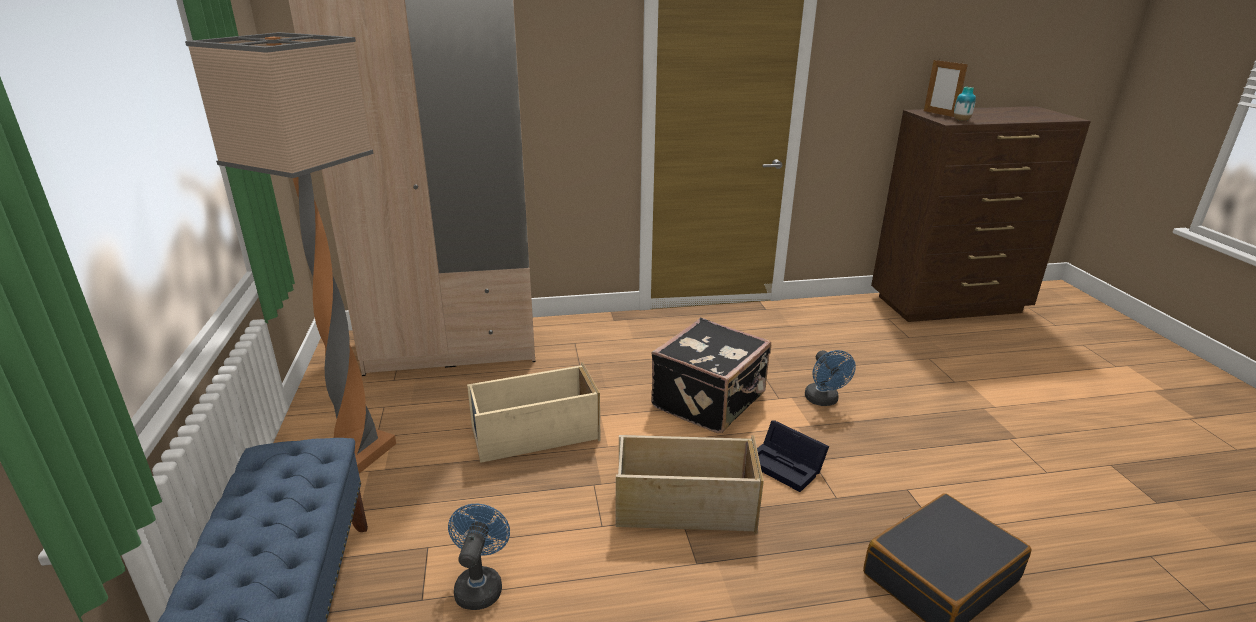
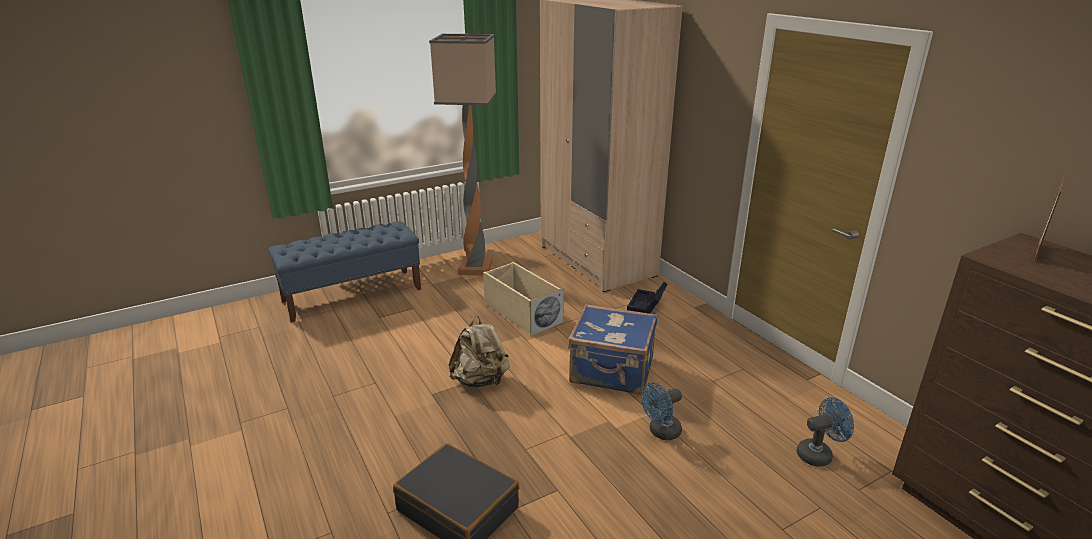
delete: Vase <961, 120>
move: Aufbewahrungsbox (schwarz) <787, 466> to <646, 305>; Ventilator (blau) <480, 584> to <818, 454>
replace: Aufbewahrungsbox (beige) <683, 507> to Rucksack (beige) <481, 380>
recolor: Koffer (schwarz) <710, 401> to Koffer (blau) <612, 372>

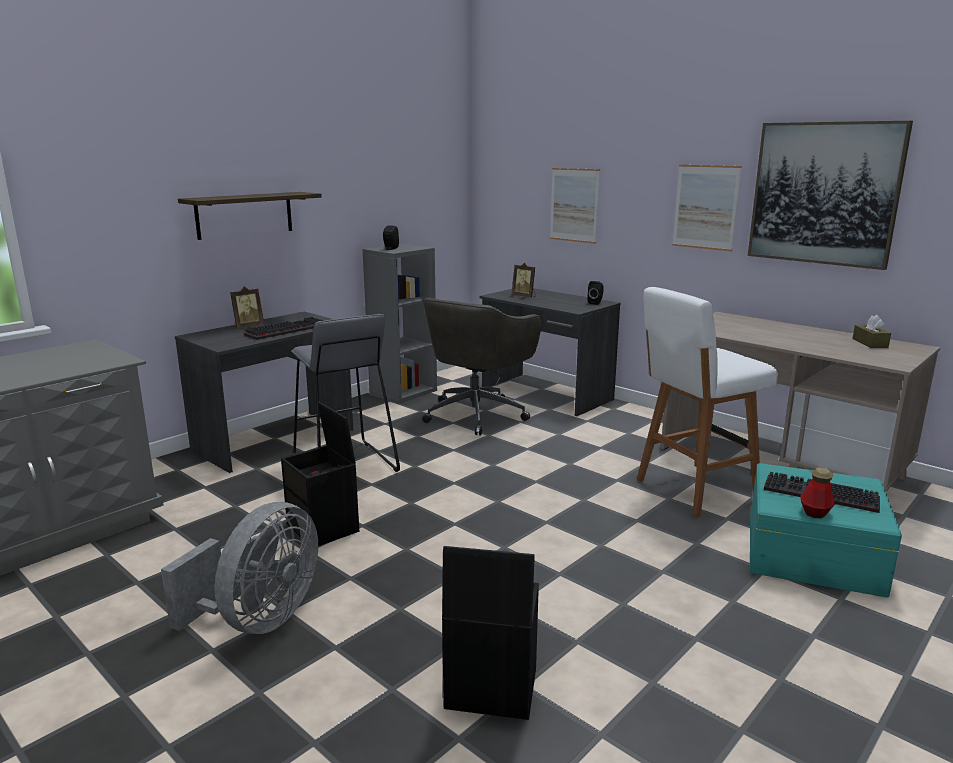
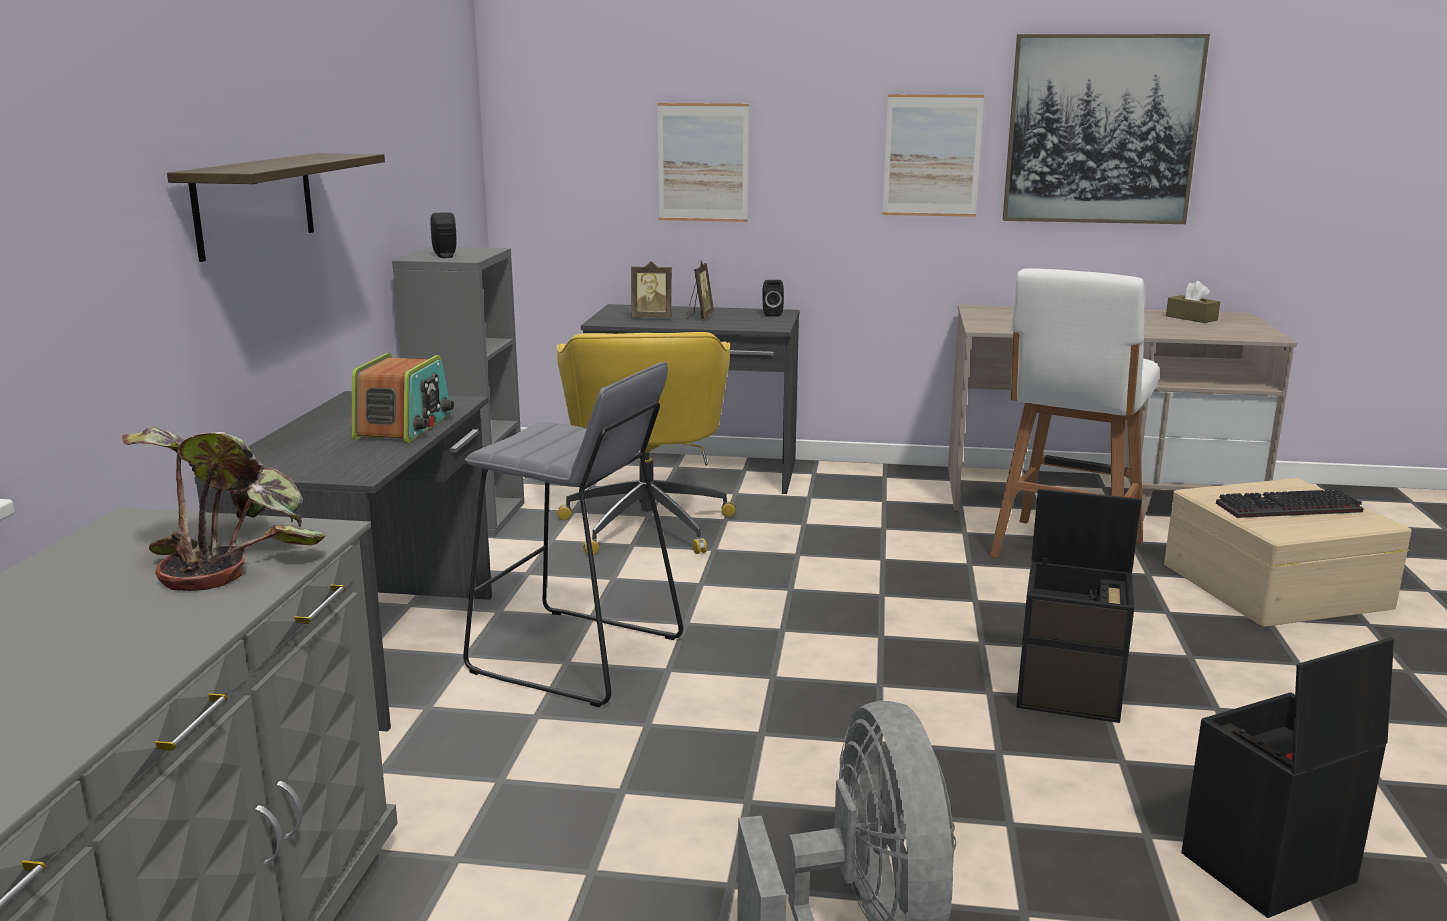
delete: Flasche <815, 513>
insert: Topfpflanze <230, 554>
move: Bilderrahmen <247, 326> to <699, 317>; Aufbewahrungsbox (schwarz) <324, 528> to <1071, 694>
replace: Tastatur <286, 330> to Radio <404, 426>
recolor: Bürostuhl (grau) <477, 414> to Bürostuhl (gelb) <647, 523>; Aufbewahrungsbox (türkis) <811, 552> to Aufbewahrungsbox (beige) <1273, 585>

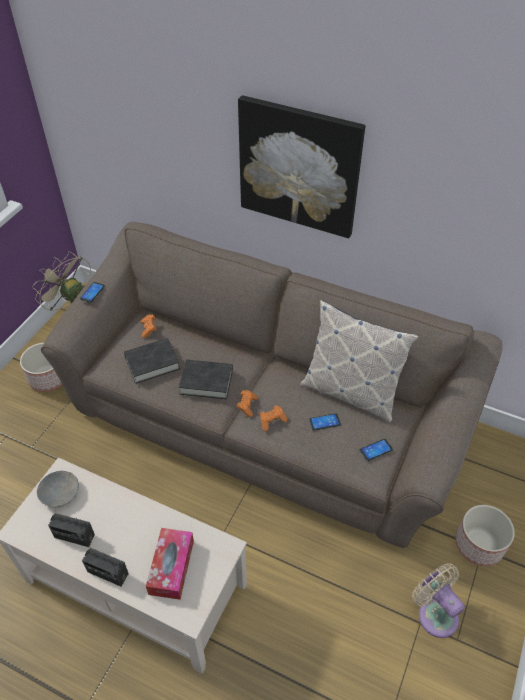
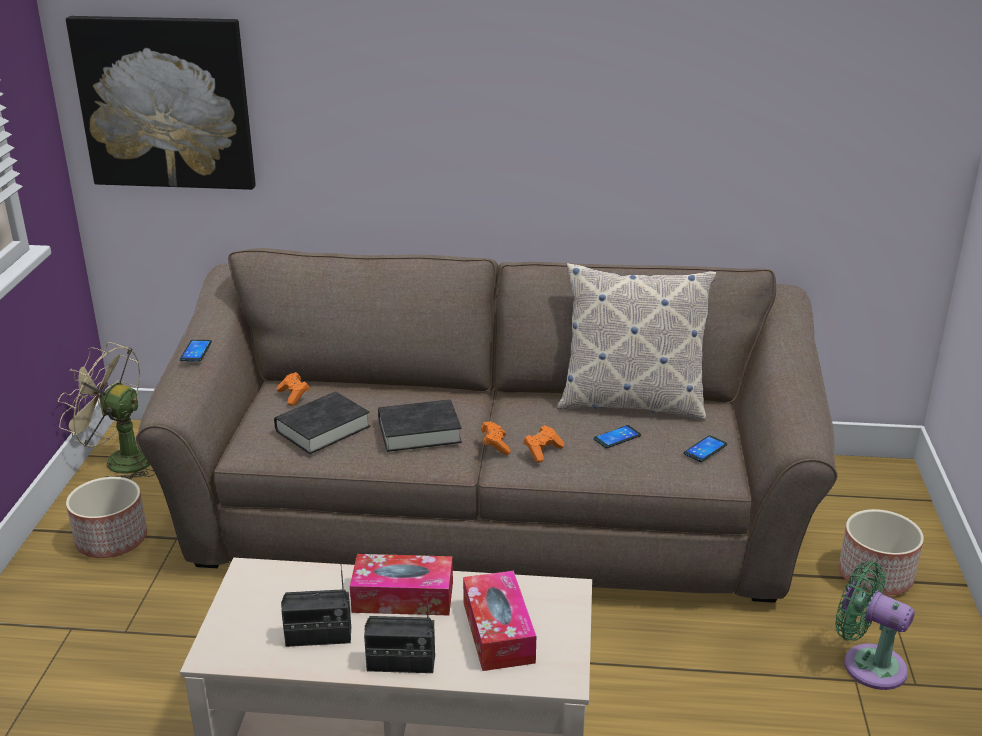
delete: Schüssel (grau) <60, 493>
insert: Taschentuchbox <403, 597>
move: Bild <299, 167> to <166, 103>
recolor: Ventilator (beige) <435, 613> to Ventilator (grün) <868, 664>

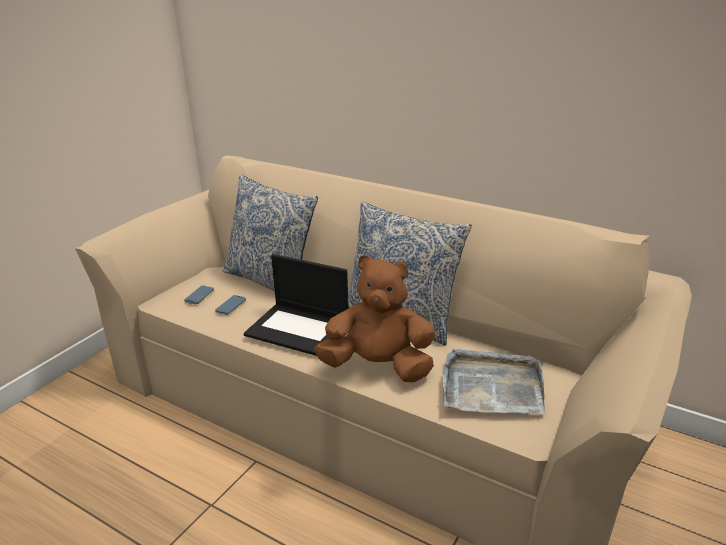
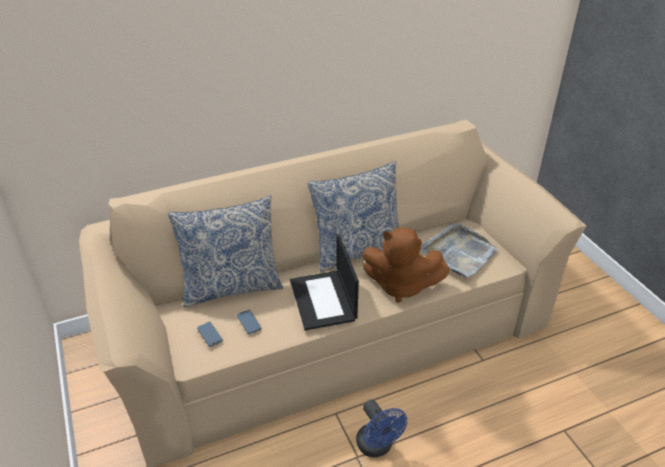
insert: Ventilator (blau) <377, 447>
rotate: Laptop <299, 329> = <324, 300> 105 degrees clockwise; Plüschtier (braun) <378, 367> = <401, 285> 120 degrees counterclockwise

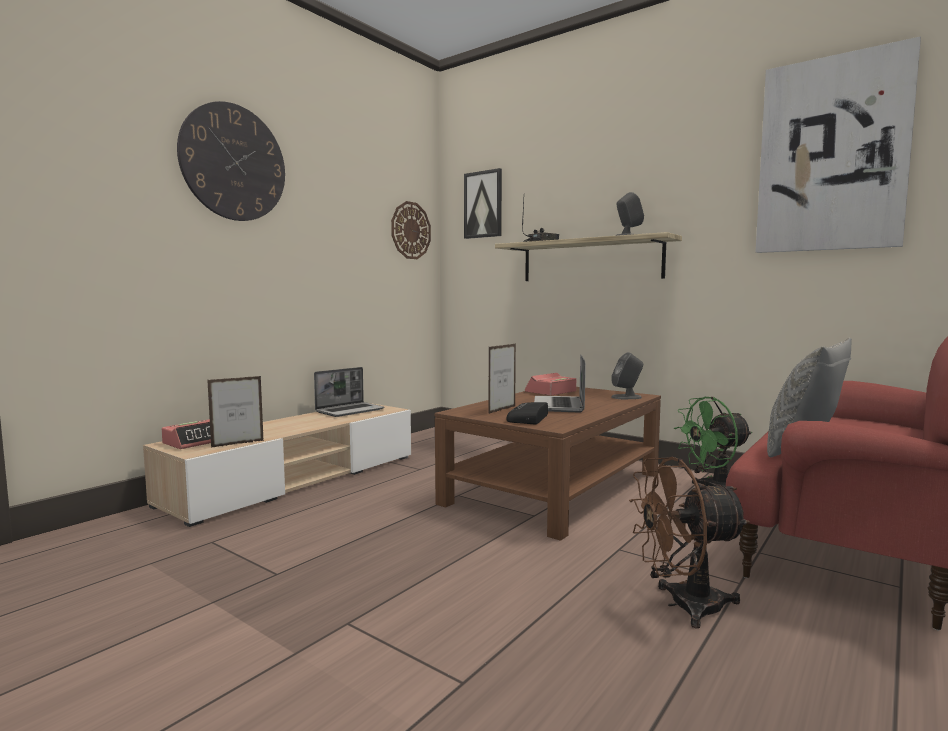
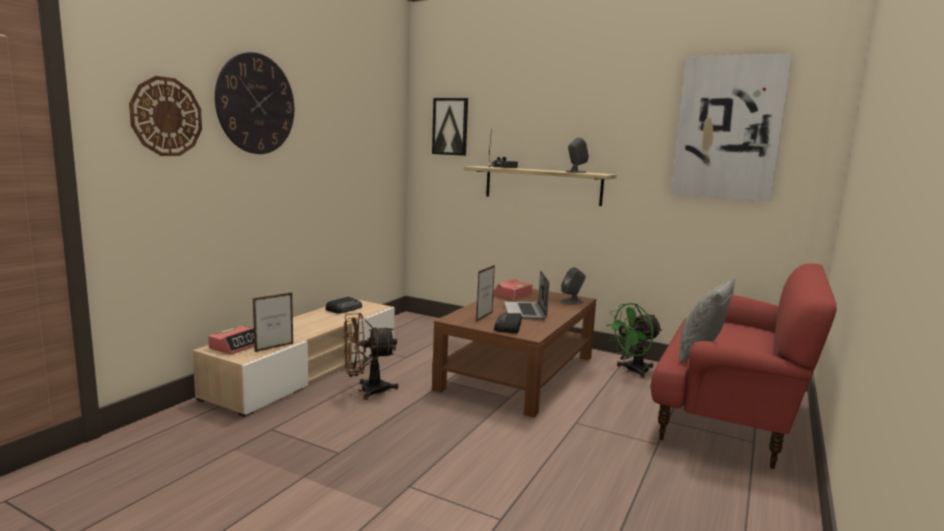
move: Wanduhr <410, 230> to <166, 117>; Ventilator (braun) <683, 605> to <366, 390>
replace: Laptop <350, 410> to Radio <344, 309>

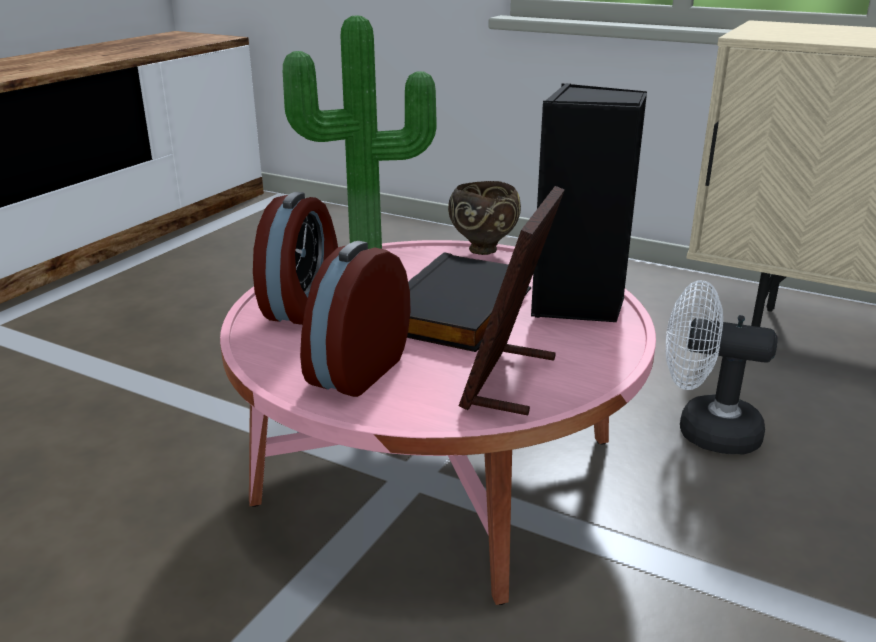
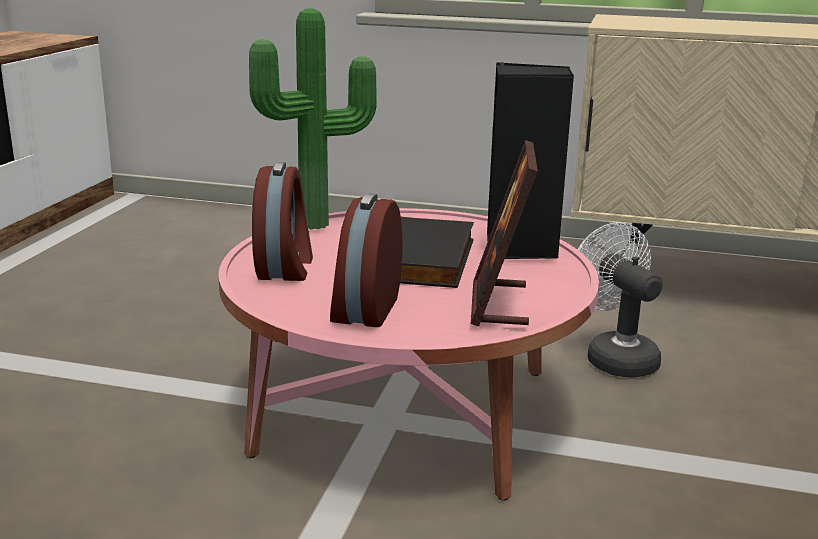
delete: Schüssel (braun) <483, 249>
rotate: Ventilator (weiß) <704, 430> = <614, 357> 60 degrees clockwise

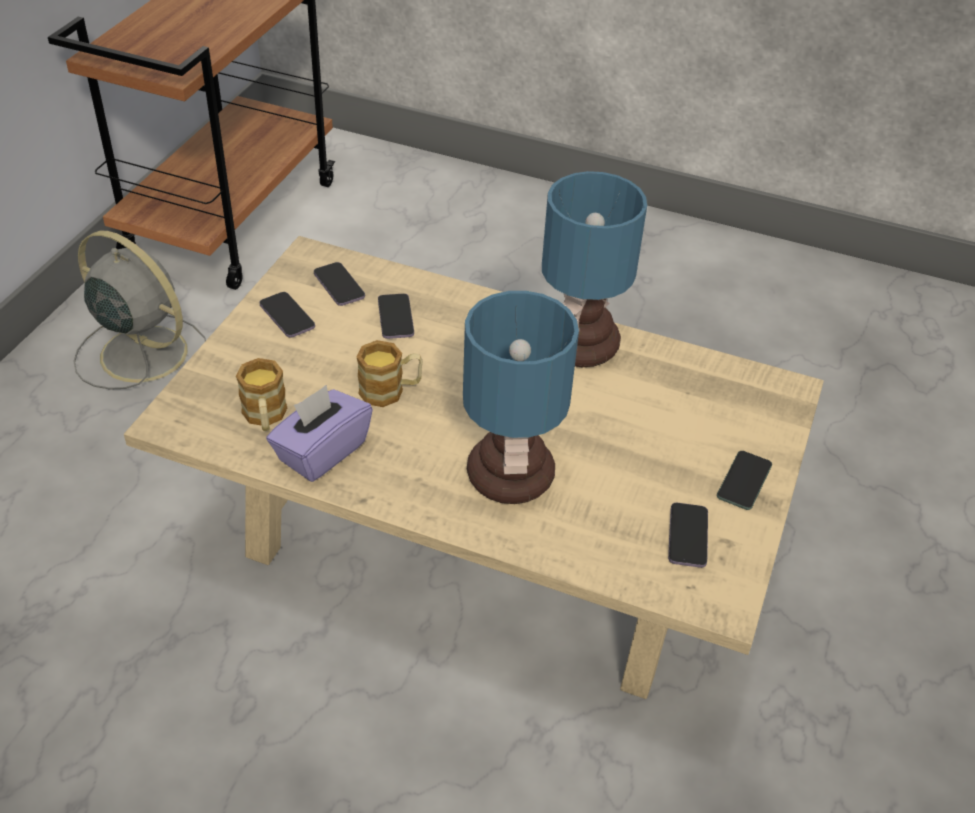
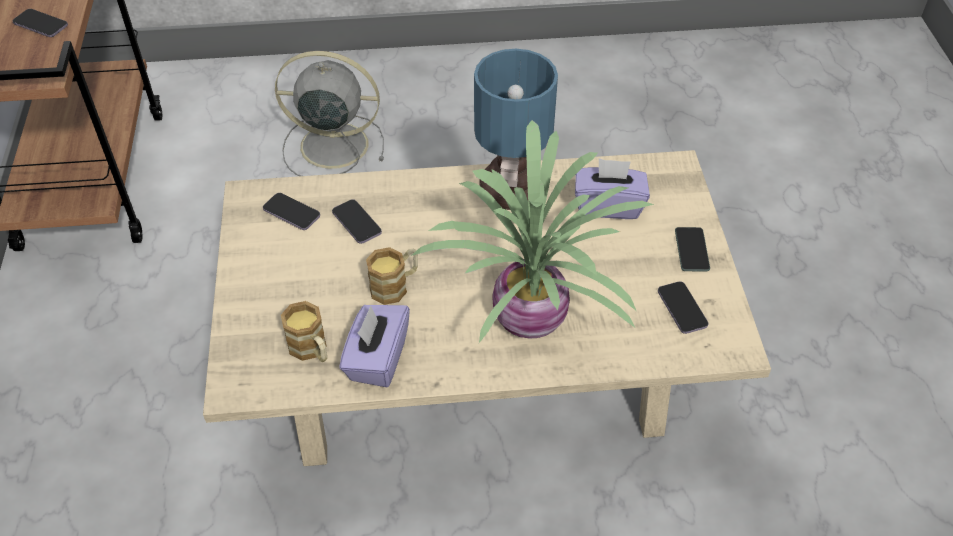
insert: Taschentuchbox (lila) <608, 205>
move: Handy <287, 316> to <41, 25>; Ventilator (grau) <141, 352> to <331, 145>
replace: Tischlampe <512, 478> to Topfpflanze <533, 317>

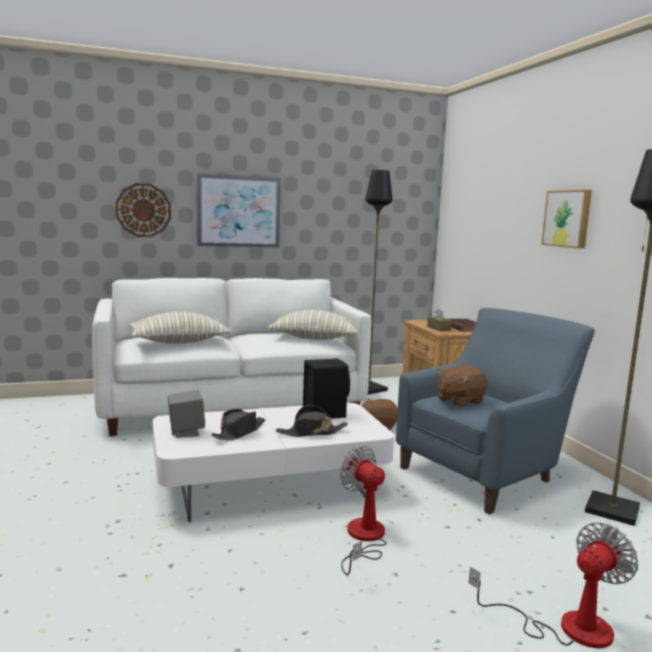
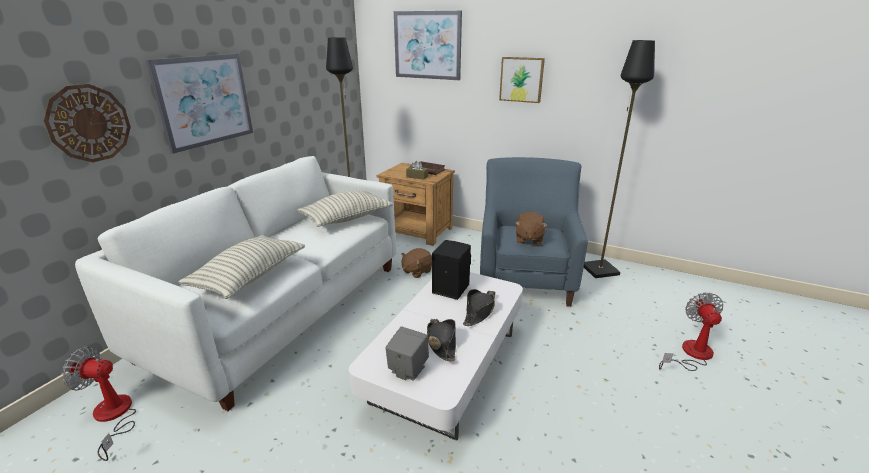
insert: Bild <427, 45>
move: Ventilator <363, 538> to <113, 417>

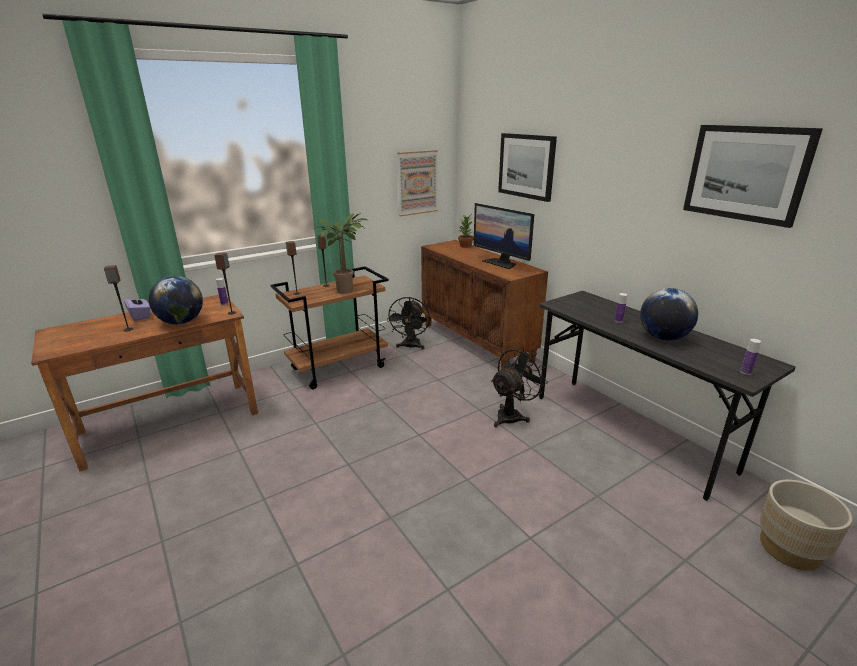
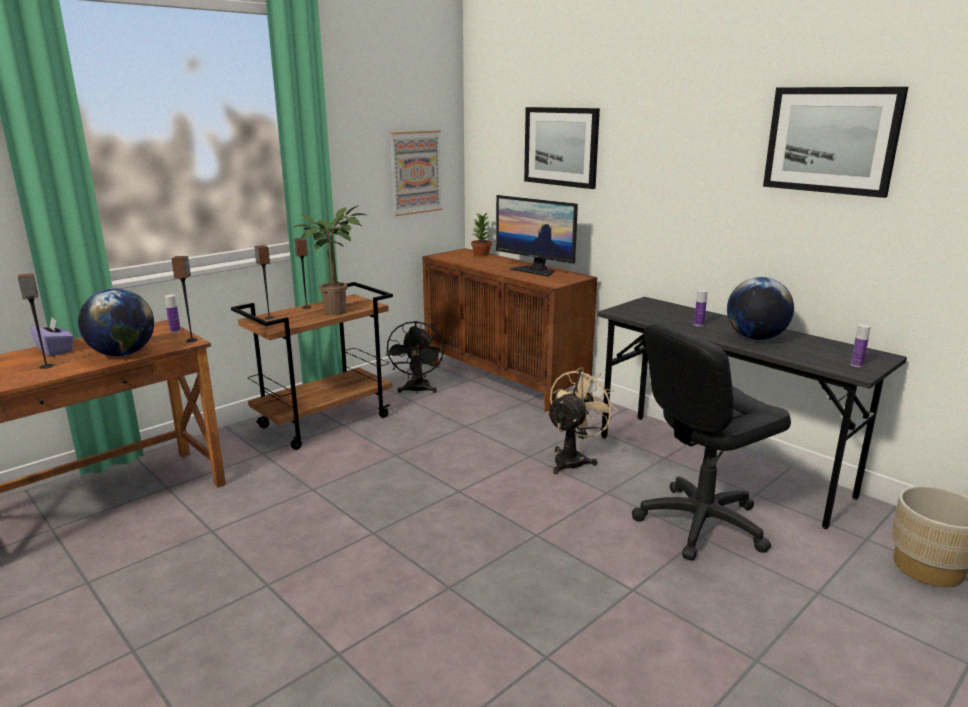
insert: Bürostuhl (schwarz) <700, 523>
recolor: Ventilator (schwarz) <512, 415> to Ventilator (beige) <573, 459>

